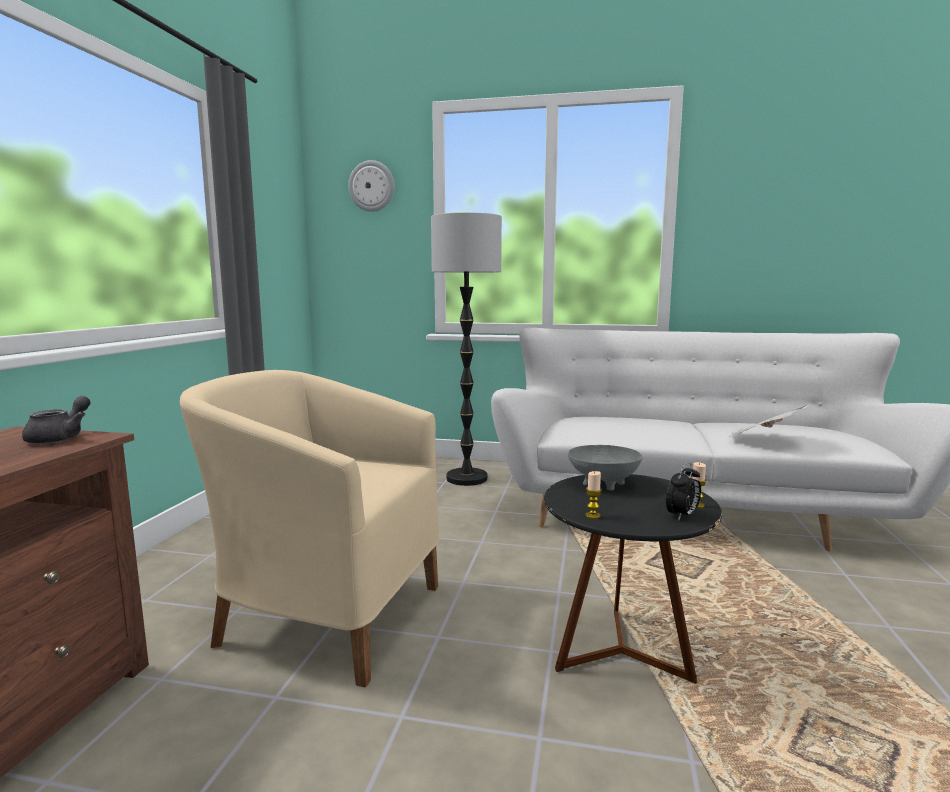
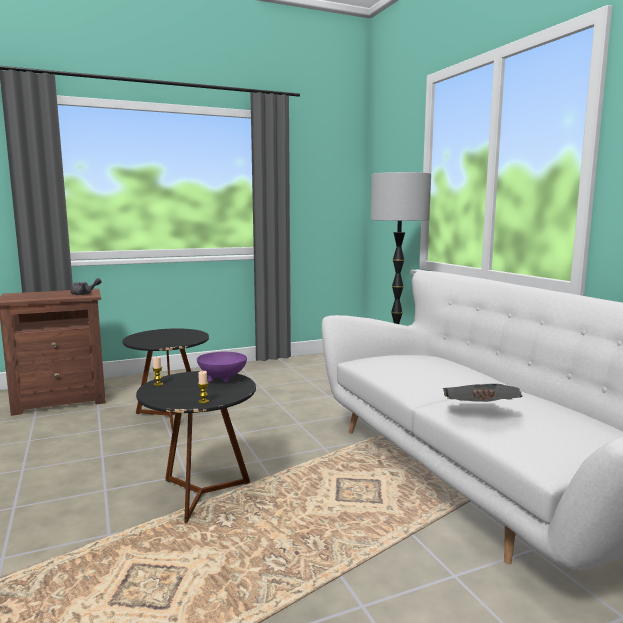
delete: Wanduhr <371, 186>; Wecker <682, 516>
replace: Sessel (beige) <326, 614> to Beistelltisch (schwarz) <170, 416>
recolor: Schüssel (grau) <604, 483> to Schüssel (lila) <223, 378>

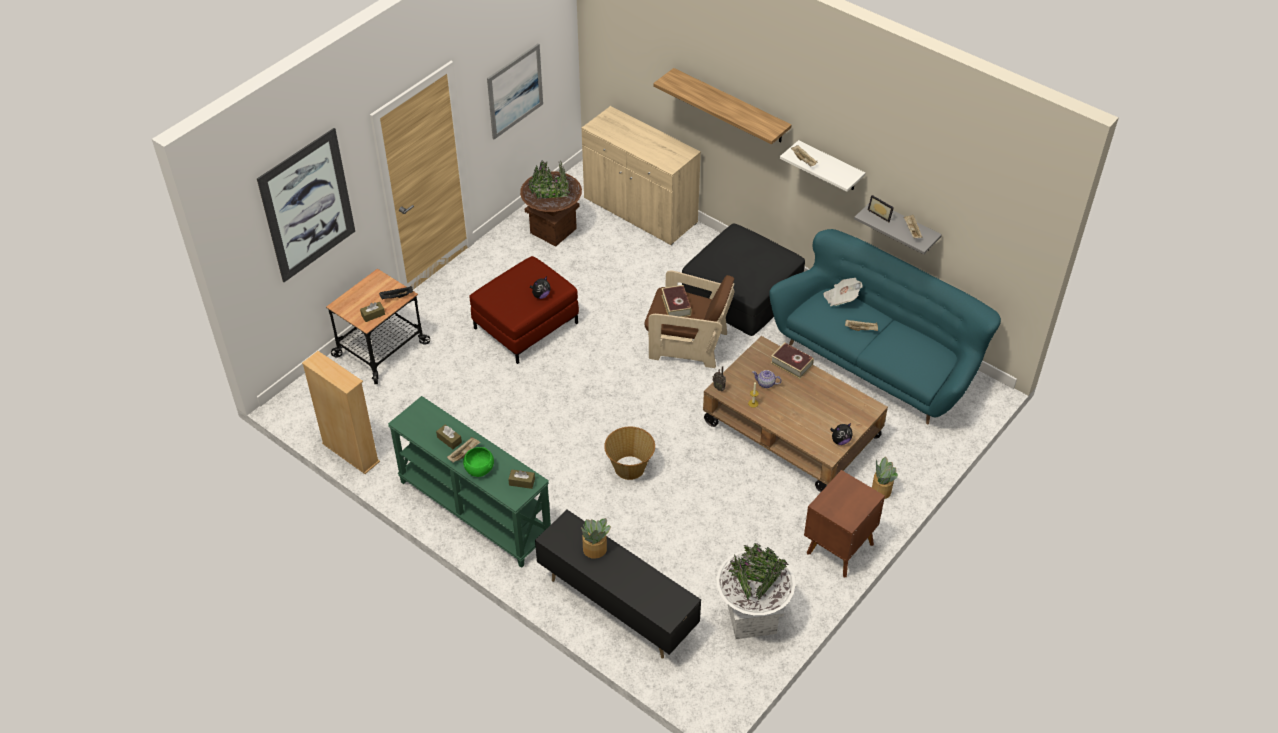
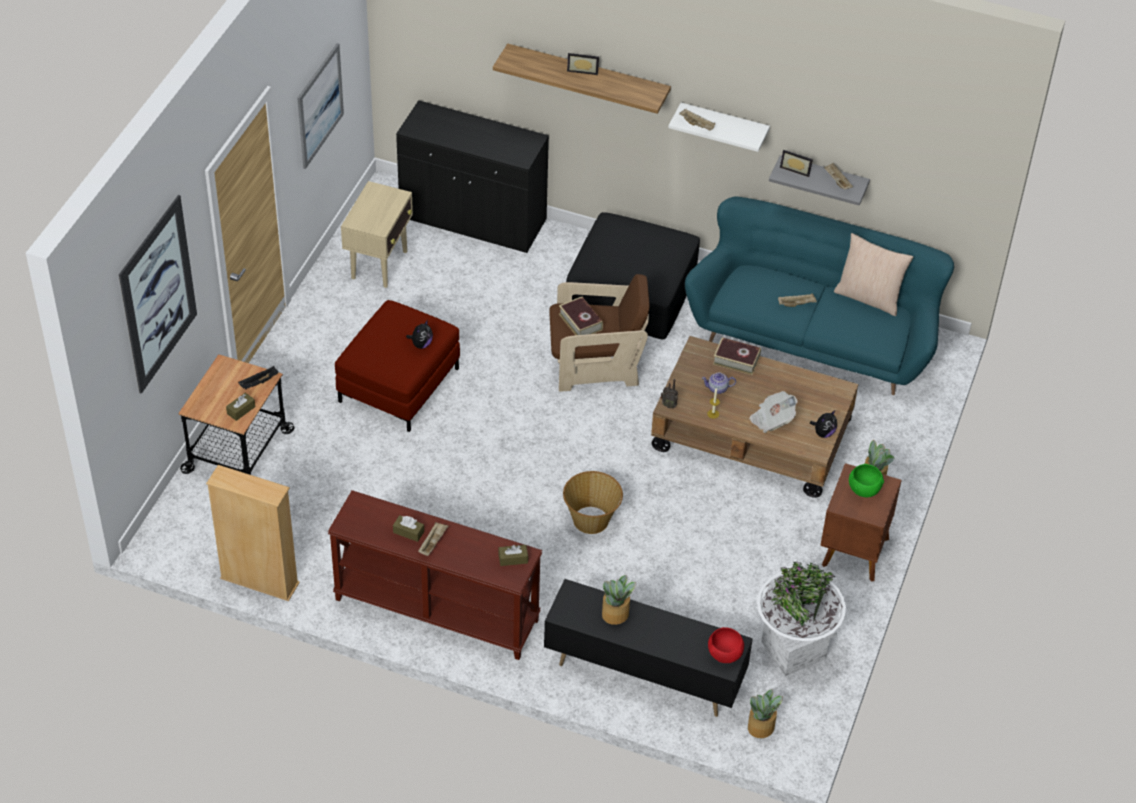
insert: Bilderrahmen <583, 70>; Schüssel (rot) <725, 653>; Topfpflanze <761, 727>; Kissen (beige) <869, 297>
move: Zeitung <841, 298> to <772, 420>; Schüssel (grün) <479, 469> to <864, 489>
replace: Pflanzkübel (braun) <553, 230> to Beistelltisch (beige) <380, 264>
recolor: Konsolentisch (grün) <474, 510> to Konsolentisch (braun) <435, 610>; Schrank (beige) <640, 211> to Schrank (schwarz) <473, 220>

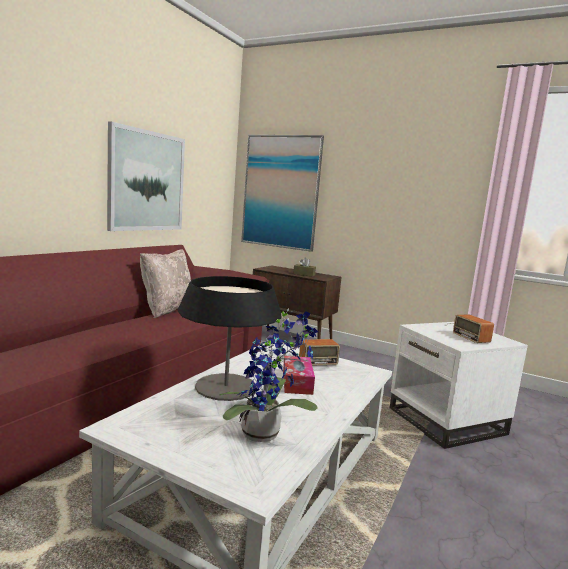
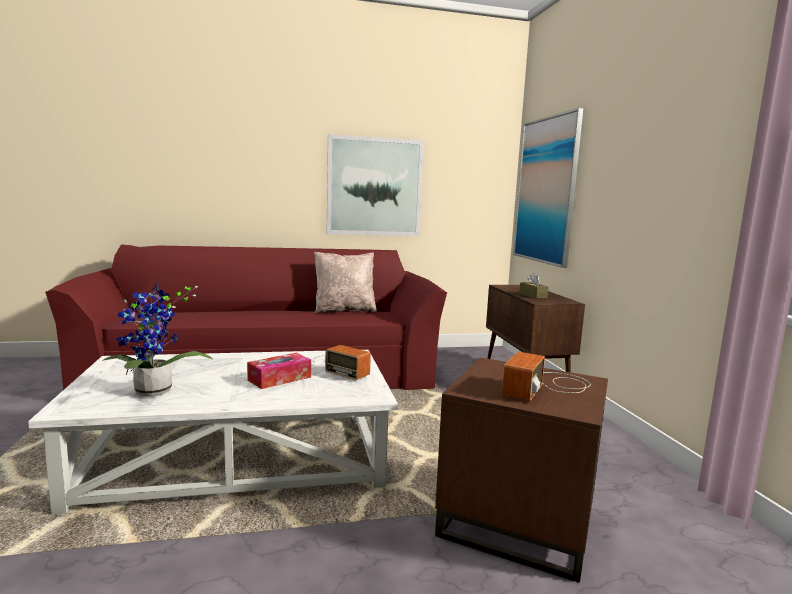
delete: Tischlampe <226, 387>
recolor: Beistelltisch (weiß) <447, 422> to Beistelltisch (braun) <516, 522>

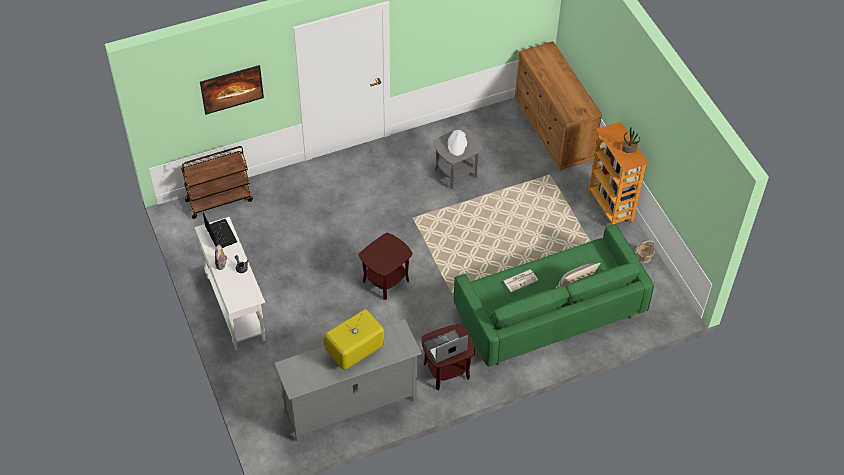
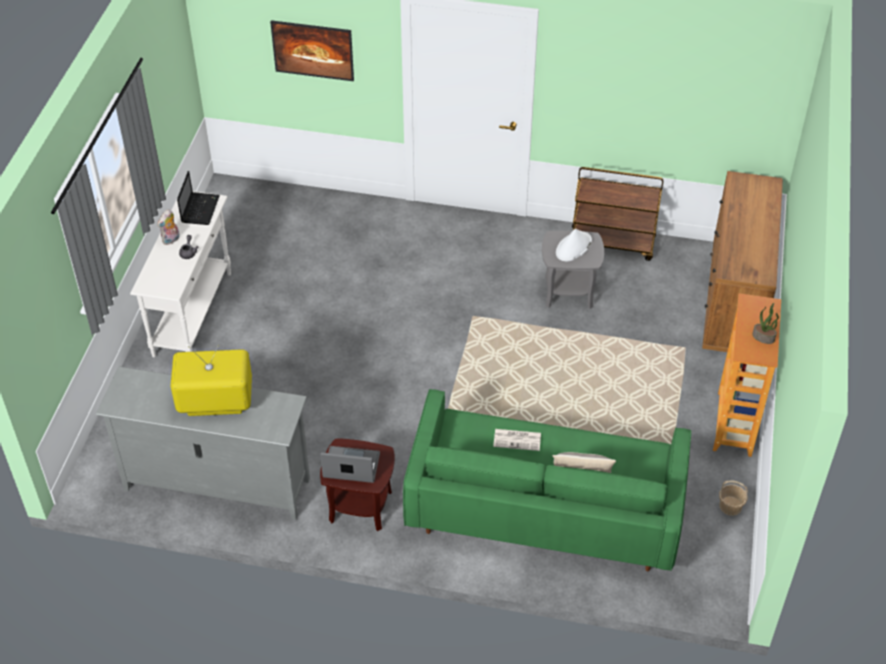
delete: Beistelltisch (braun) <385, 280>
move: Rollwagen (braun) <219, 200> to <612, 243>

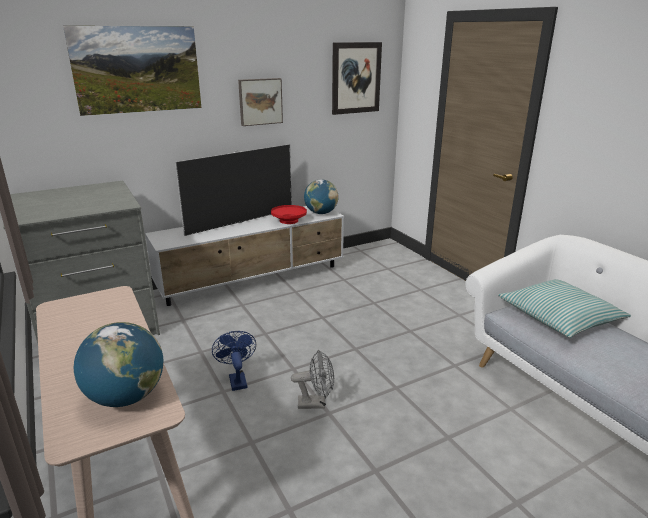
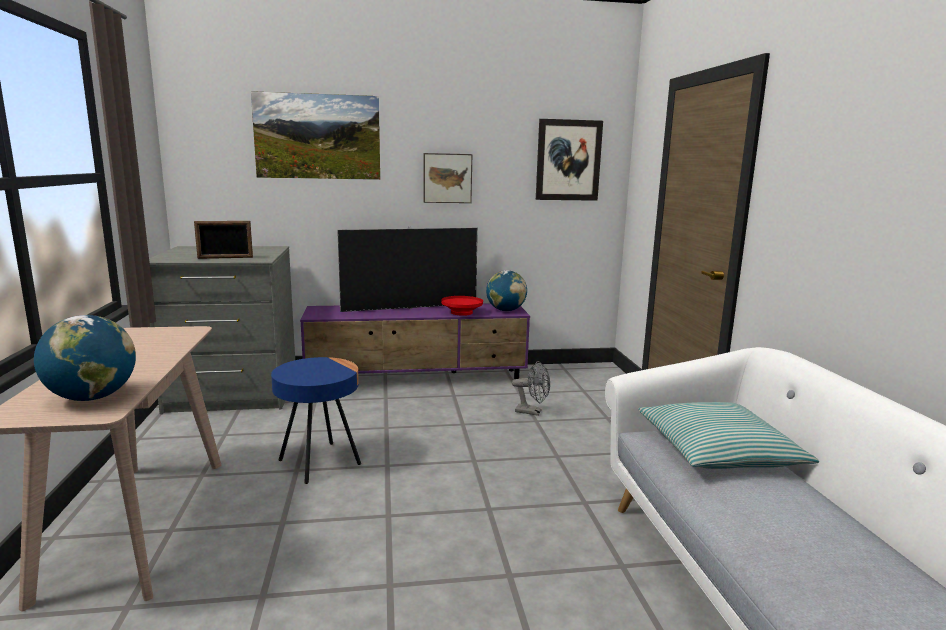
insert: Bilderrahmen <225, 258>
move: Ventilator (grau) <316, 403> to <532, 412>
replace: Ventilator (blau) <237, 379> to Beistelltisch (blau) <319, 462>
recolor: Fernsehschrank (weiß) <254, 280> to Fernsehschrank (lila) <418, 378>

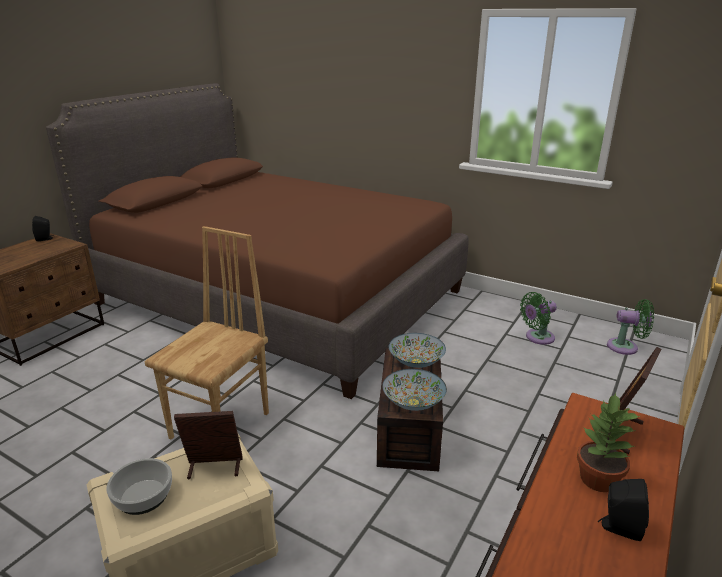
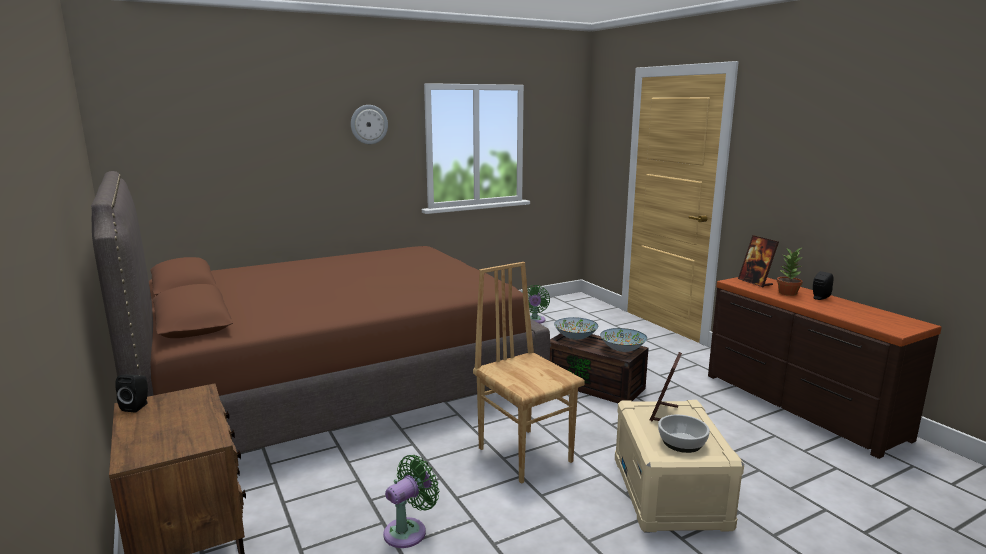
insert: Wanduhr <369, 124>
move: Ventilator (grün) <626, 347> to <409, 531>

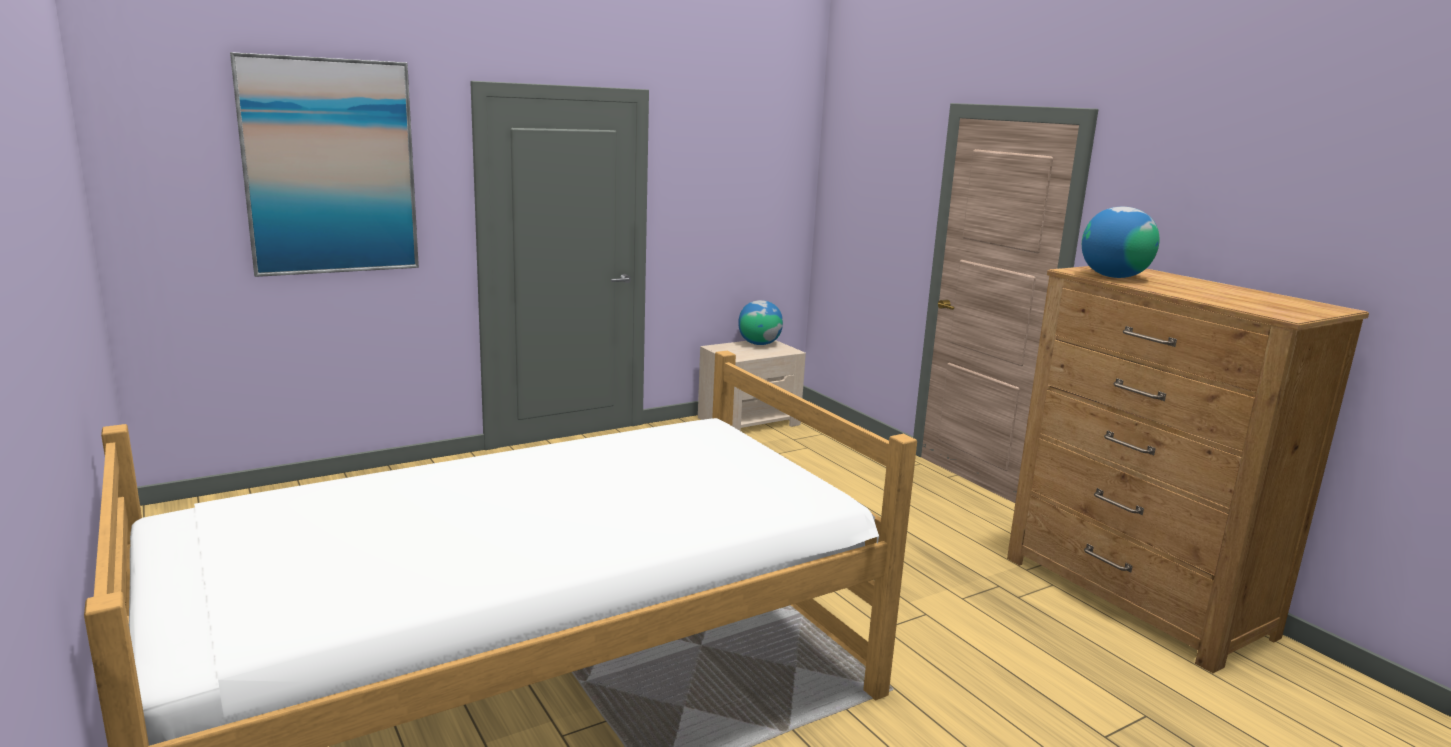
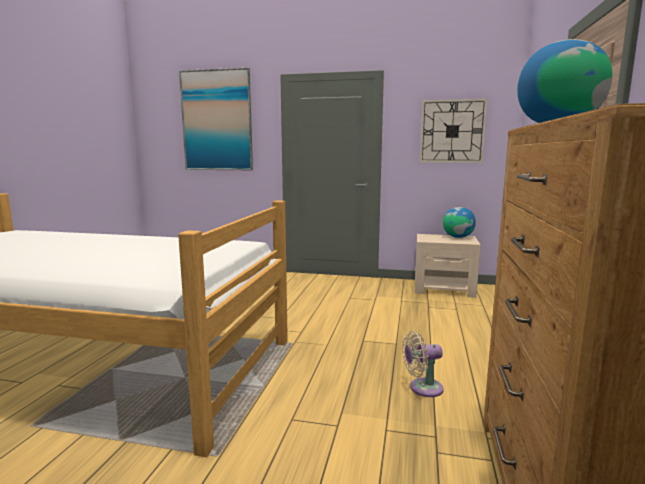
insert: Ventilator (beige) <422, 388>; Wanduhr <452, 131>

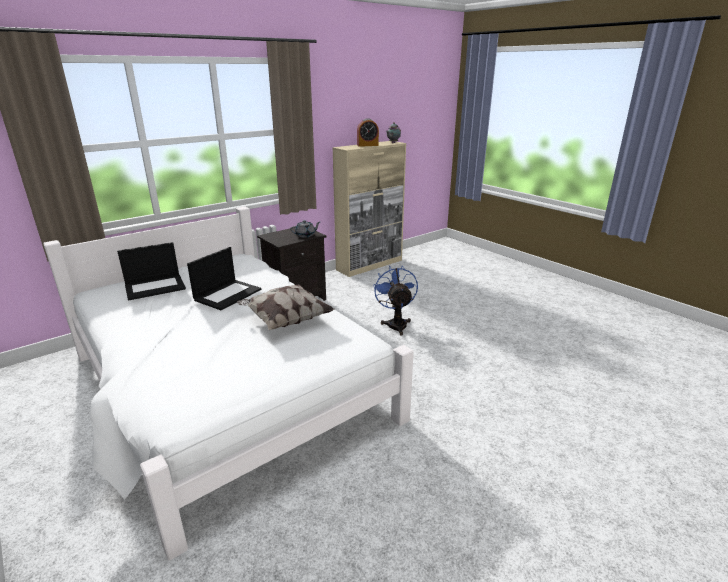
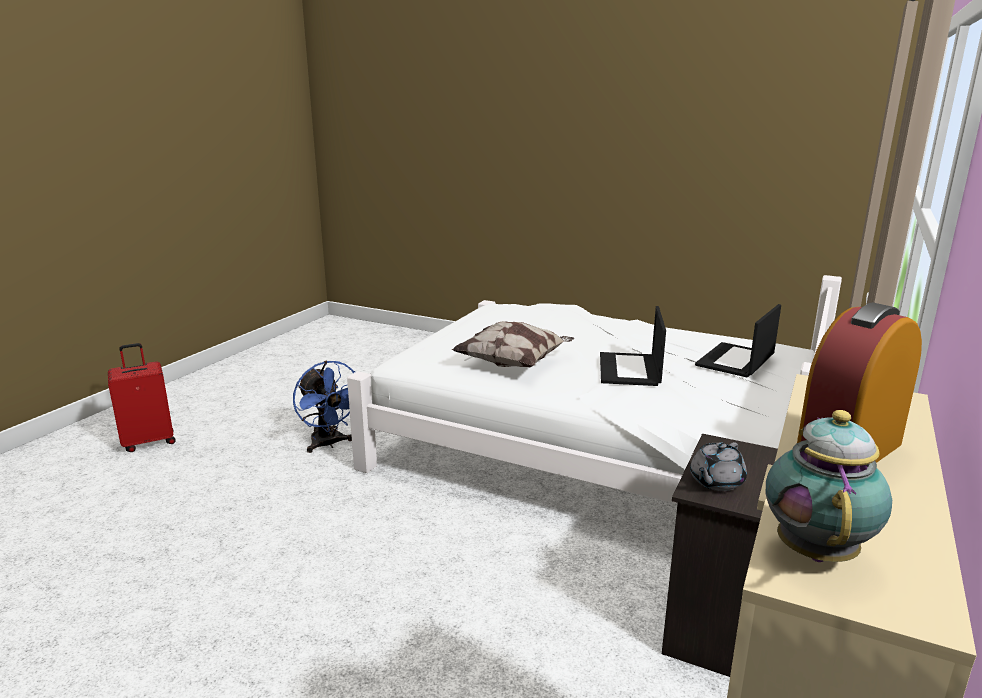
insert: Koffer (rot) <149, 441>
move: Ventilator (blau) <396, 323> to <329, 444>

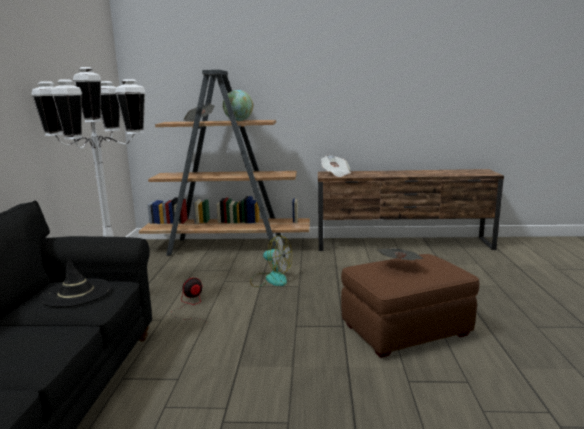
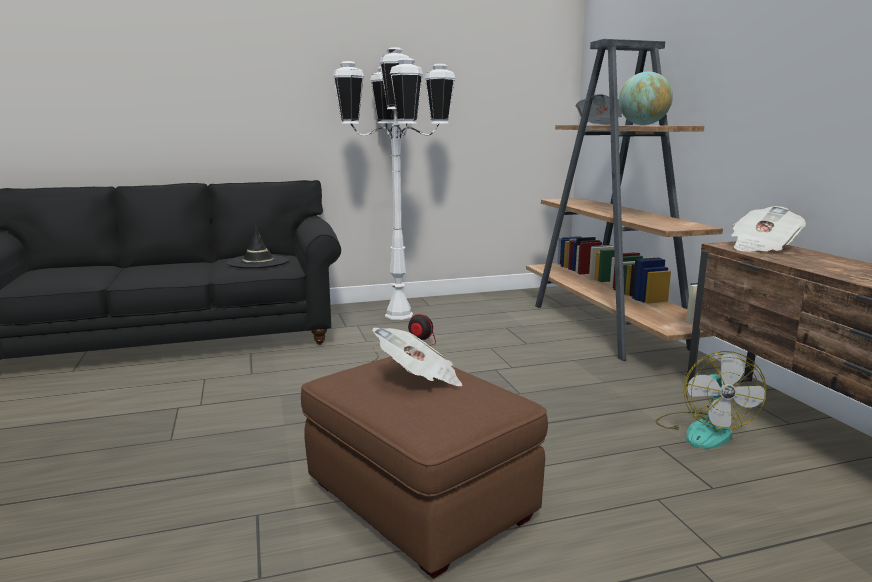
move: Ventilator <270, 279> to <703, 430>

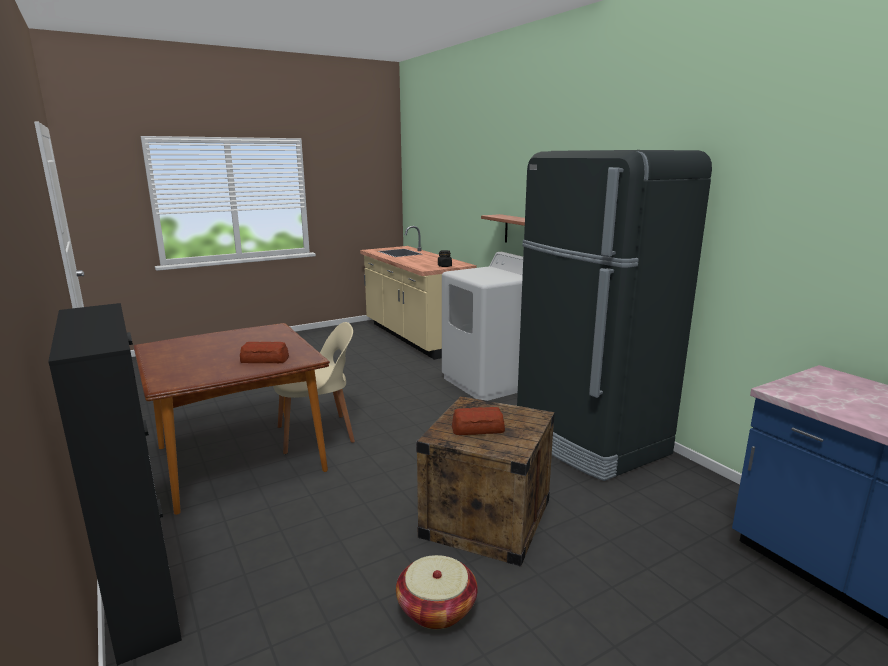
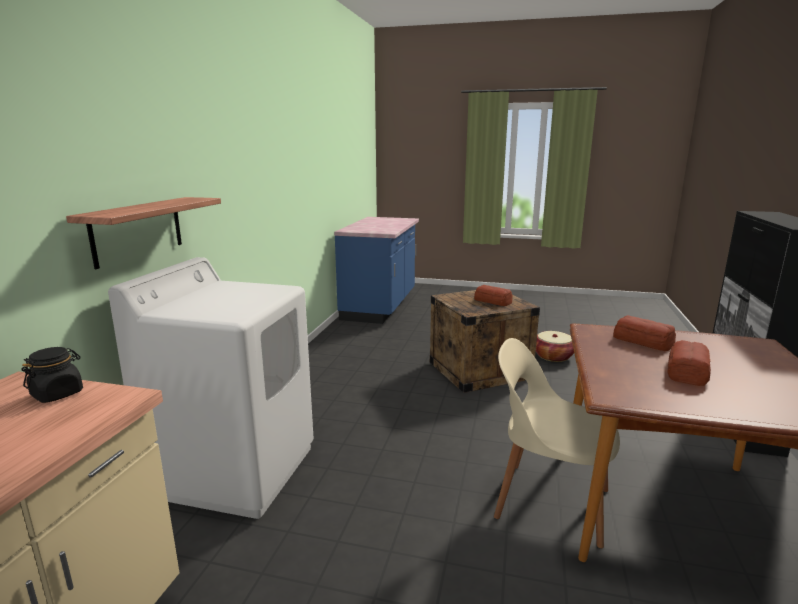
delete: Kühlschrank (schwarz) <588, 441>
insert: Brot <688, 371>

